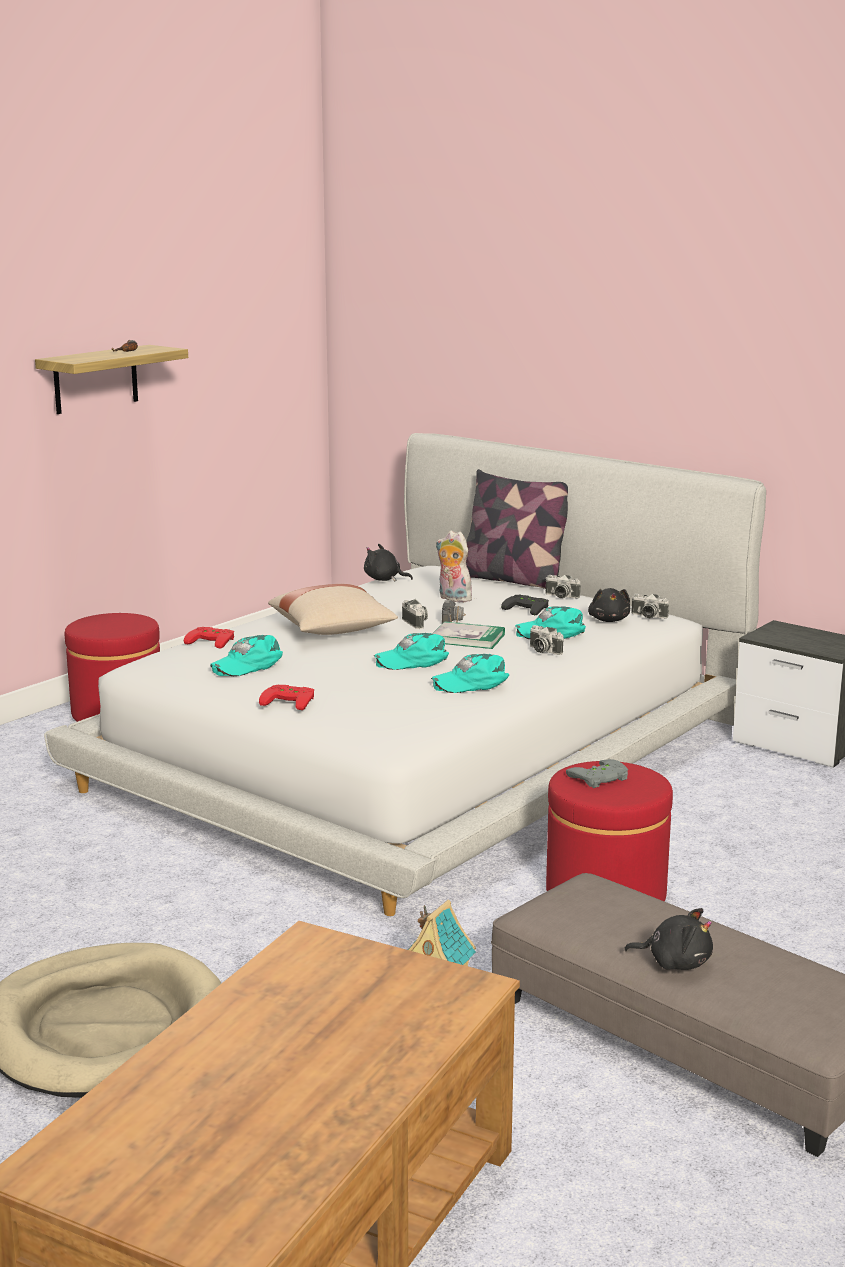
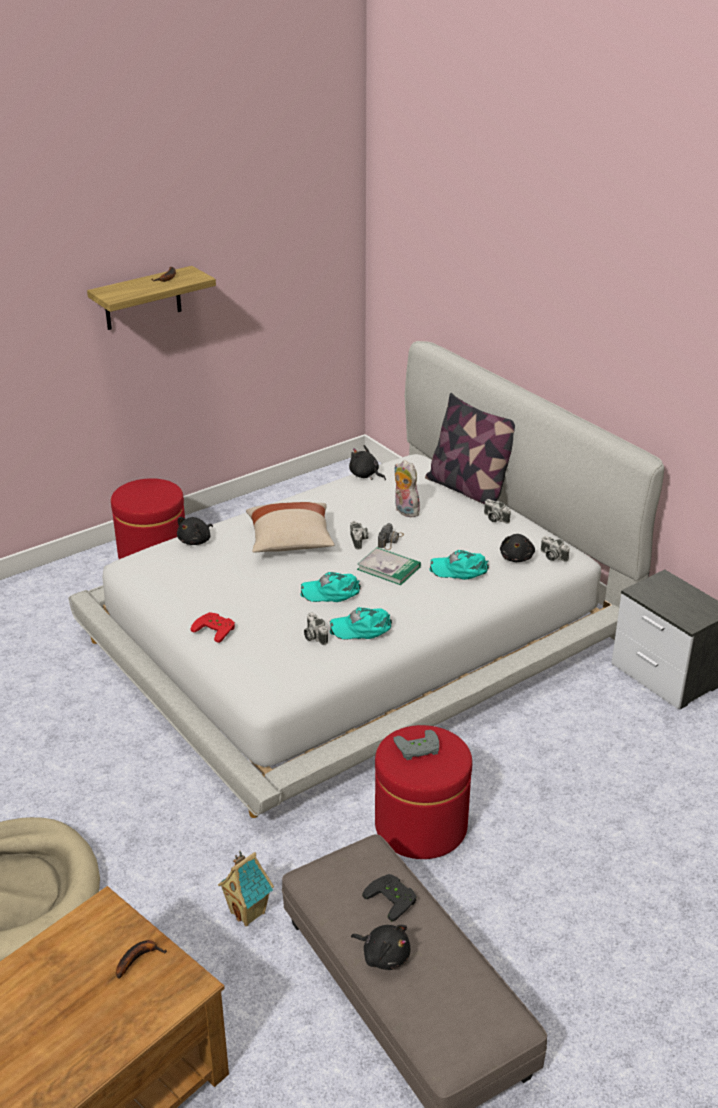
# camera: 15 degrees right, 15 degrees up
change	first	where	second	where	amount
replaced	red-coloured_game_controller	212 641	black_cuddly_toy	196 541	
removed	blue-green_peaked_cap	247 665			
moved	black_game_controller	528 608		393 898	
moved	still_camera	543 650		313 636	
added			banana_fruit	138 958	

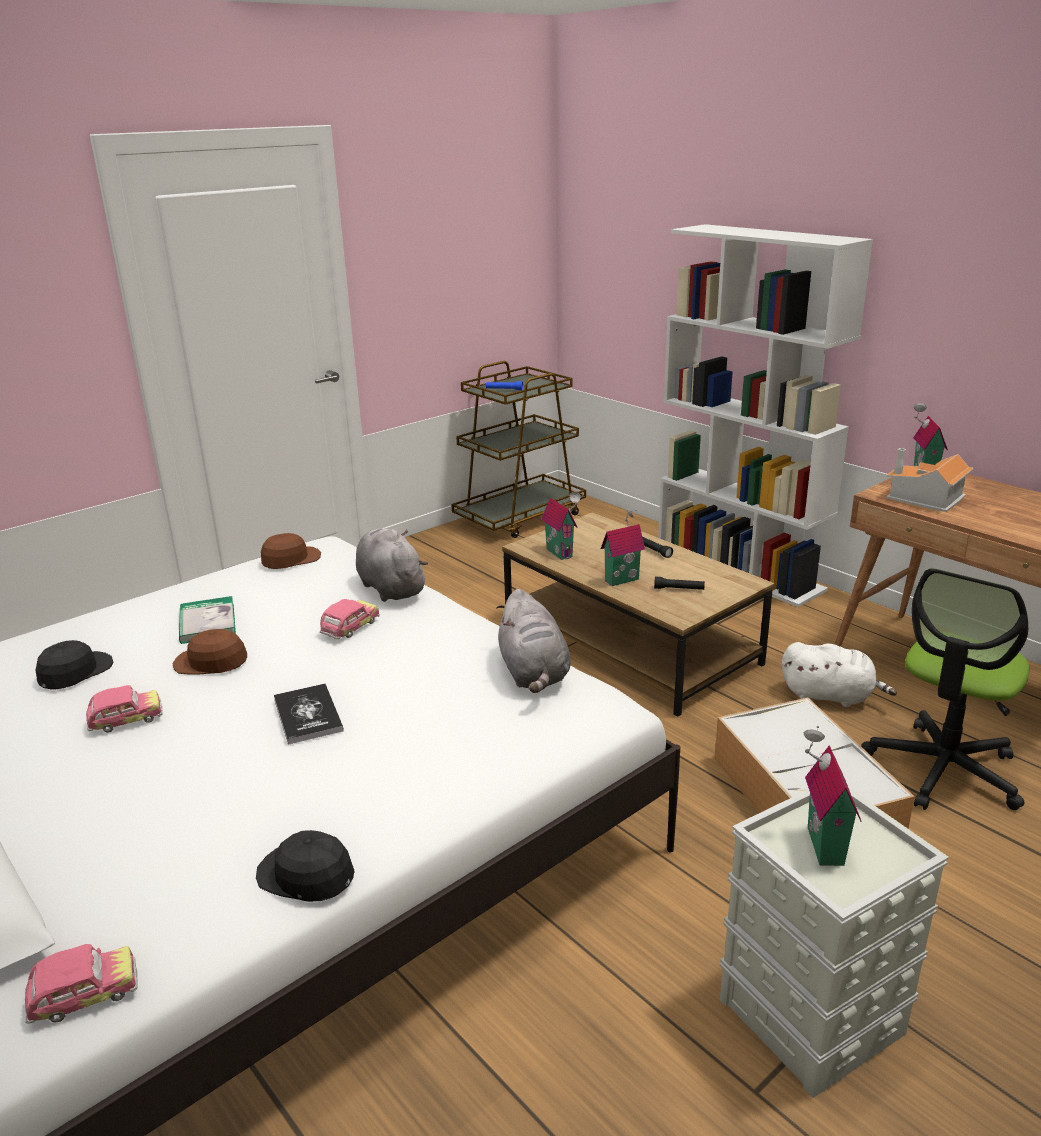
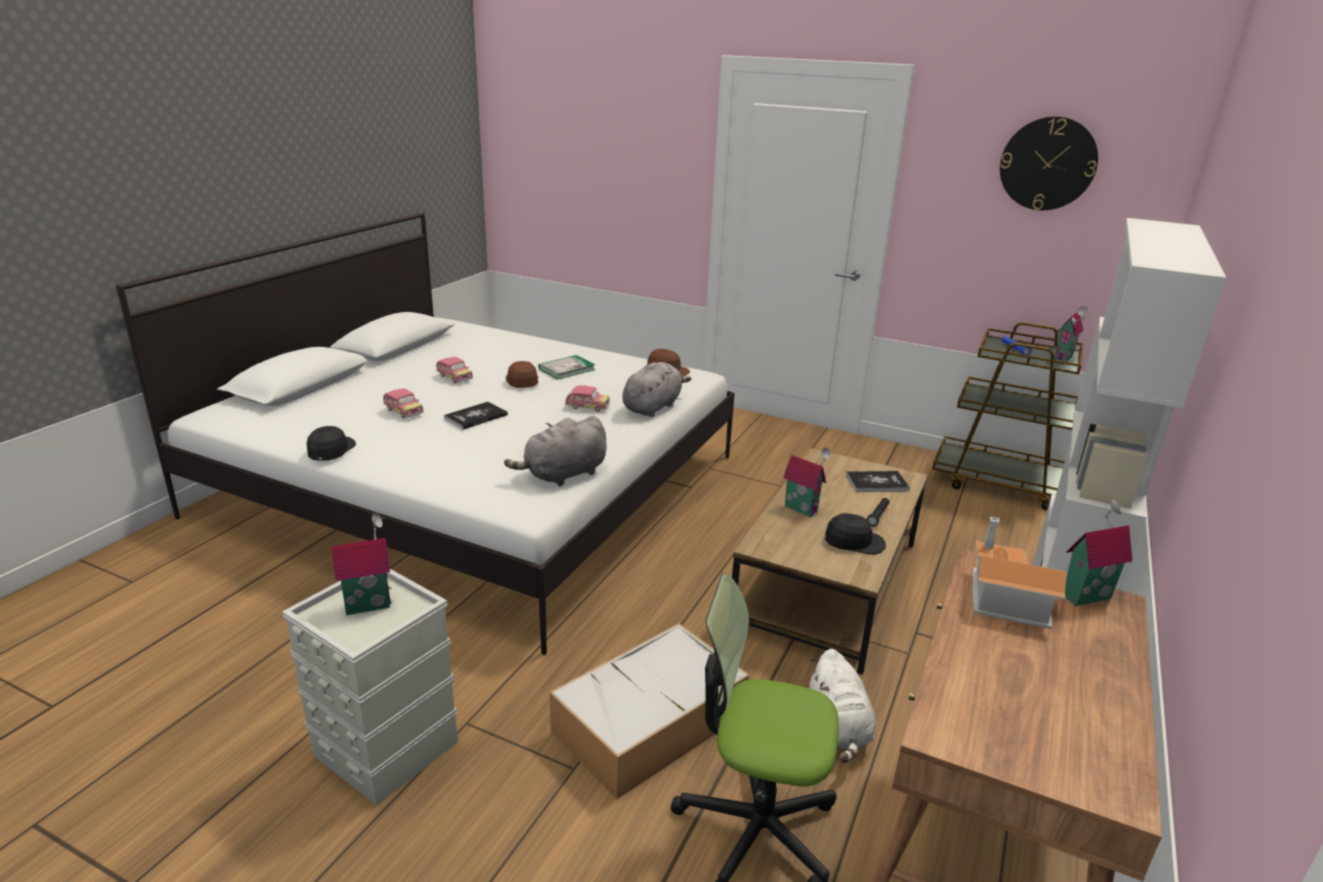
# camera: 65 degrees right, 0 degrees up
change	first	where	second	where	amount
moved	model_car	84 996		403 411	
moved	black_peaked_cap	75 672		854 542	
moved	miniature_house	561 552		1065 358	
removed	black_hand_torch	679 589			
added			bound_book	877 483	
added			wall_clock	1048 164	

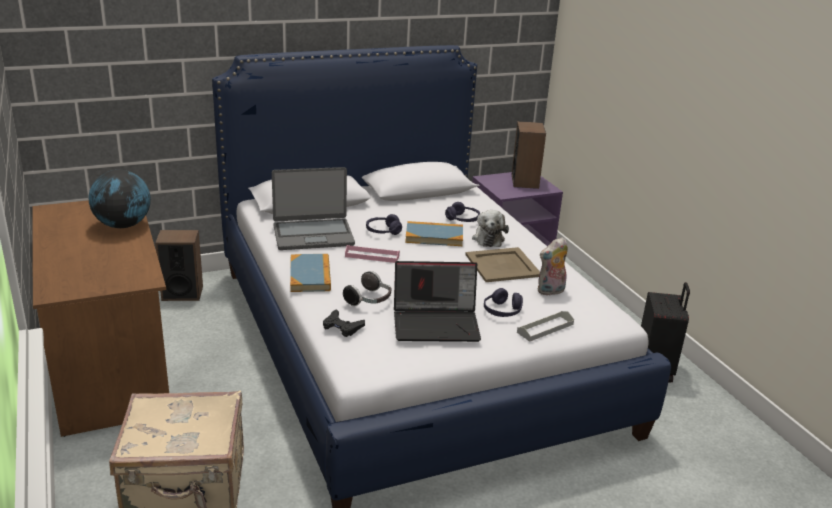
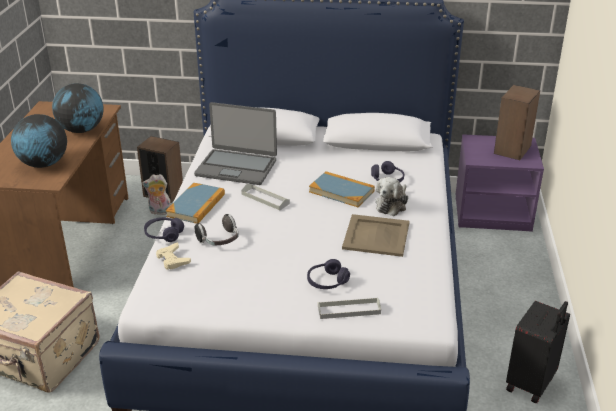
# camera: 30 degrees right, 5 degrees up
change	first	where	second	where	amount
recoloured	black_game_controller	342 327	beige-coloured_game_controller	172 259	
recoloured	pink-coloured_tray	372 256	grey_tray	265 199	
moved	purple_pair_of_headphones	383 231		164 234	
removed	notebook_computer	437 323			
moved	cuddly_toy	551 291		159 212	
added			world_globe	43 164	

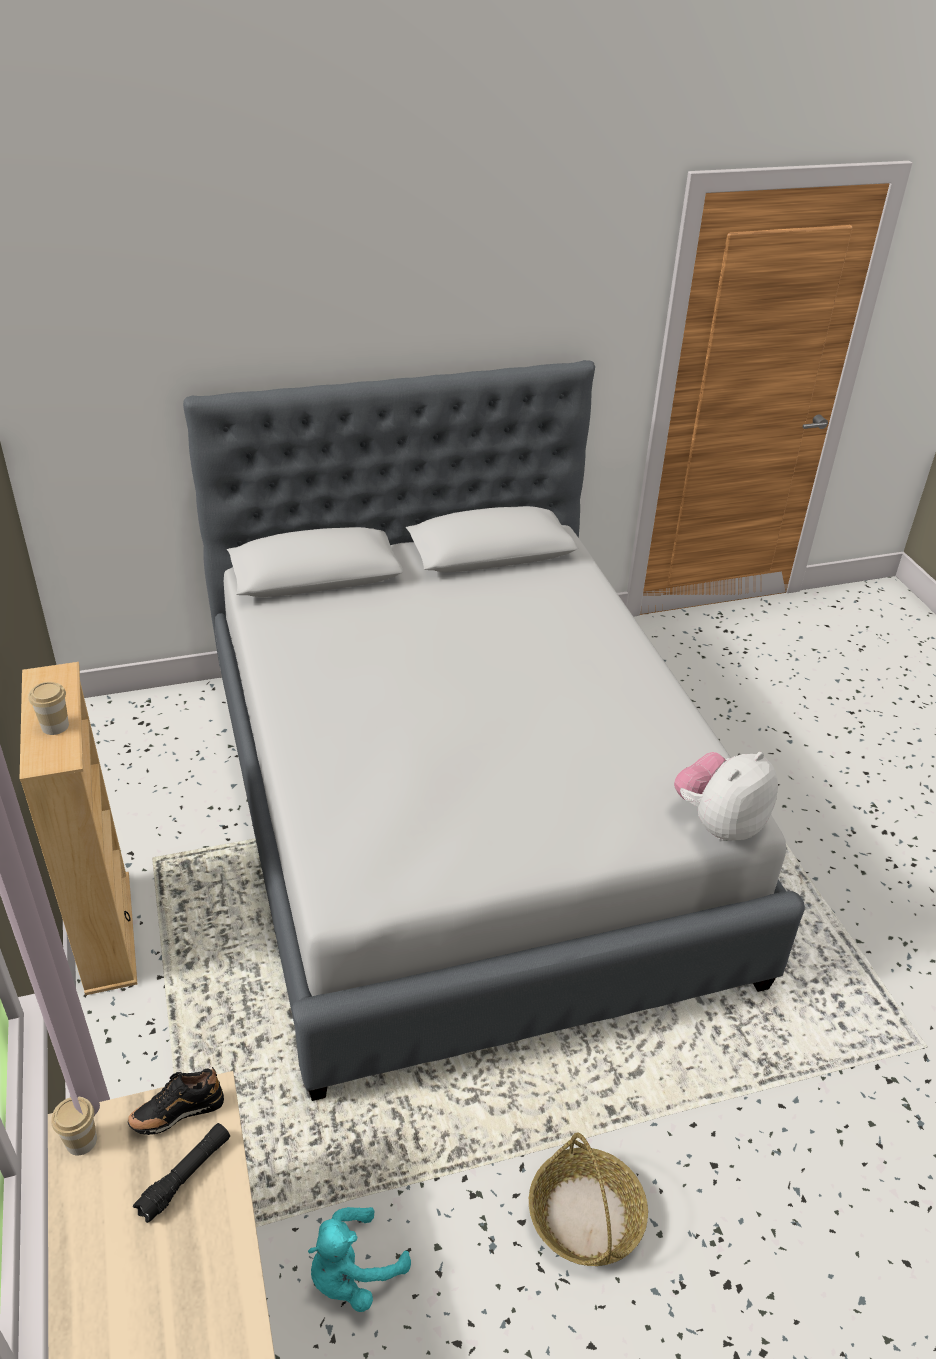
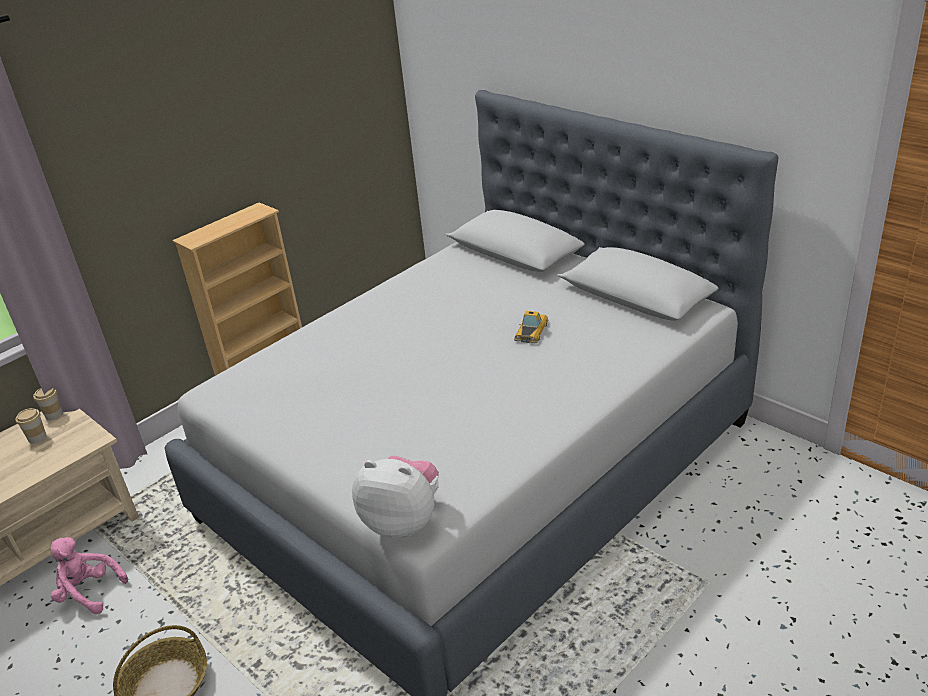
# camera: 65 degrees right, 5 degrees down
change	first	where	second	where	amount
moved	cup	55 726		37 438	
removed	black_item_of_footwear	177 1113			
removed	black_hand_torch	185 1176			
recoloured	blue-green_cuddly_toy	352 1273	pink-coloured_cuddly_toy	89 592	
added			model_car	532 331	

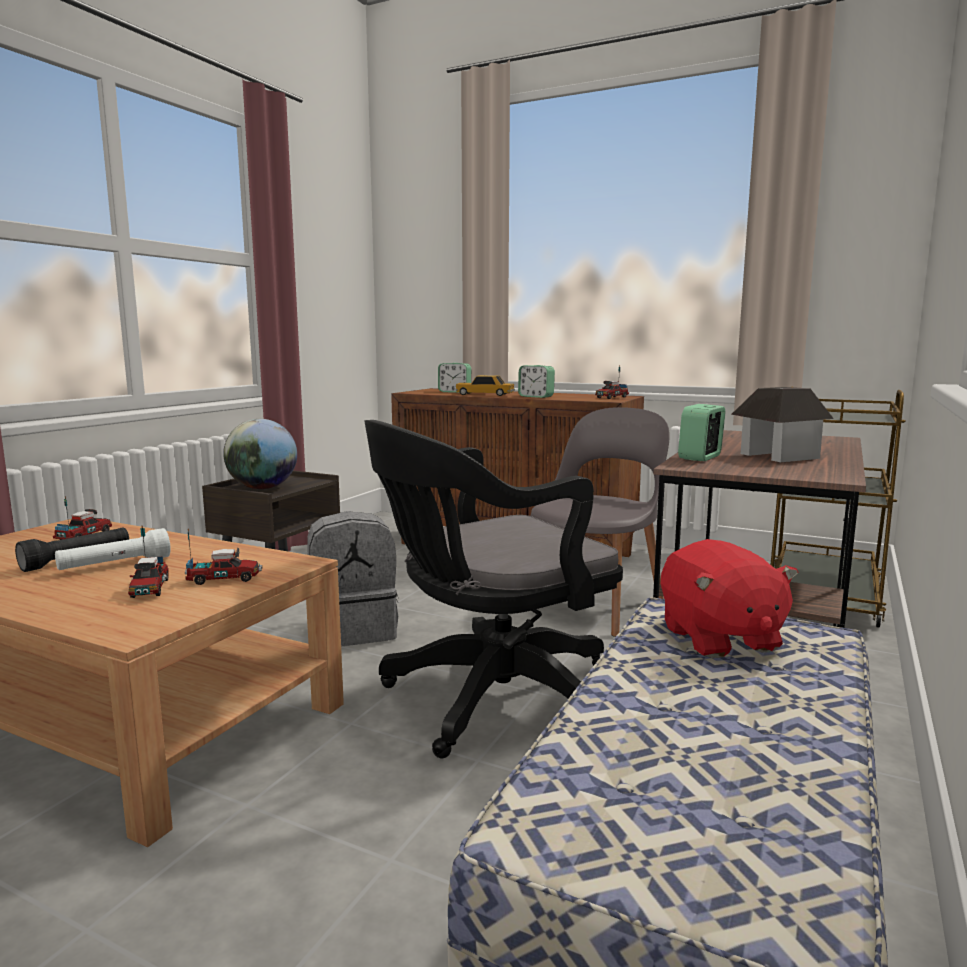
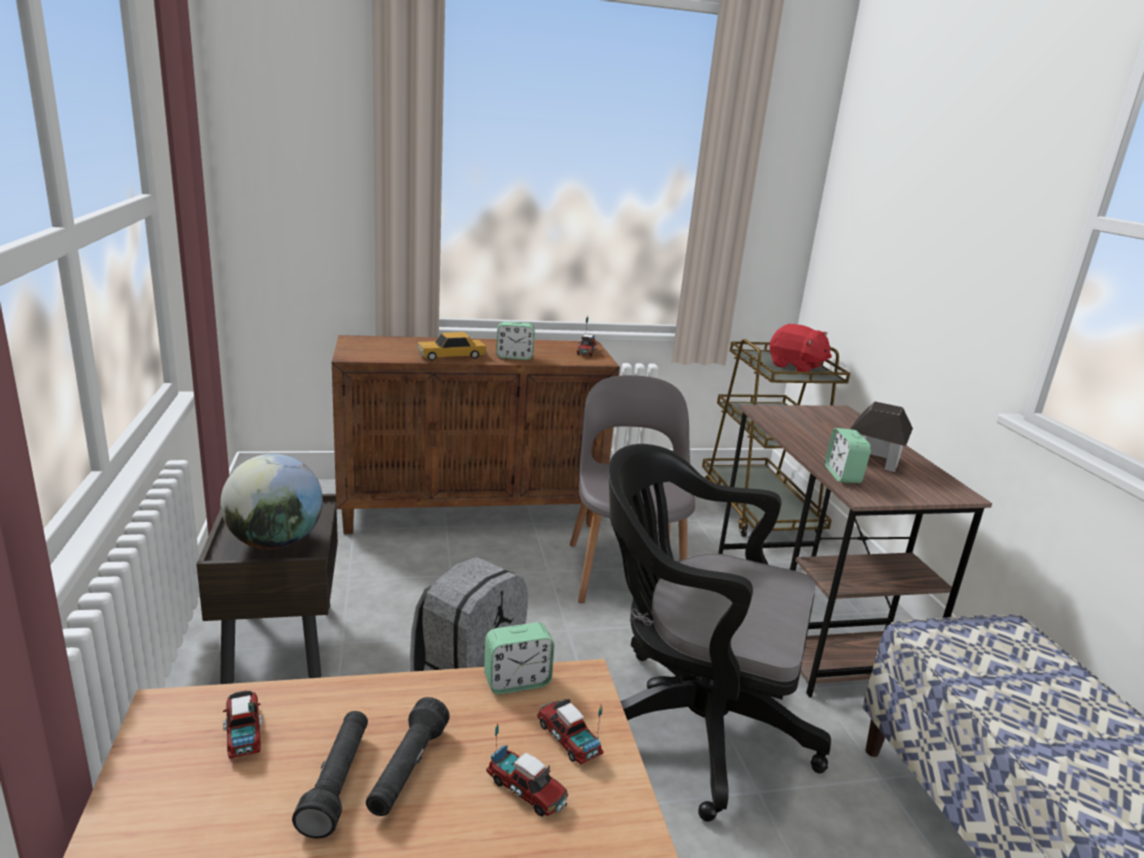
# camera: 40 degrees left, 10 degrees up
change	first	where	second	where	amount
recoloured	whitish_hand_torch	115 565	black_hand_torch	407 770	
turned	model_truck	224 579		567 738	75 degrees counterclockwise
turned	black_office_chair	490 700		689 722	90 degrees clockwise
moved	alarm_clock	454 392		517 681	
moved	red-coloured_cuddly_toy	719 638		795 366	

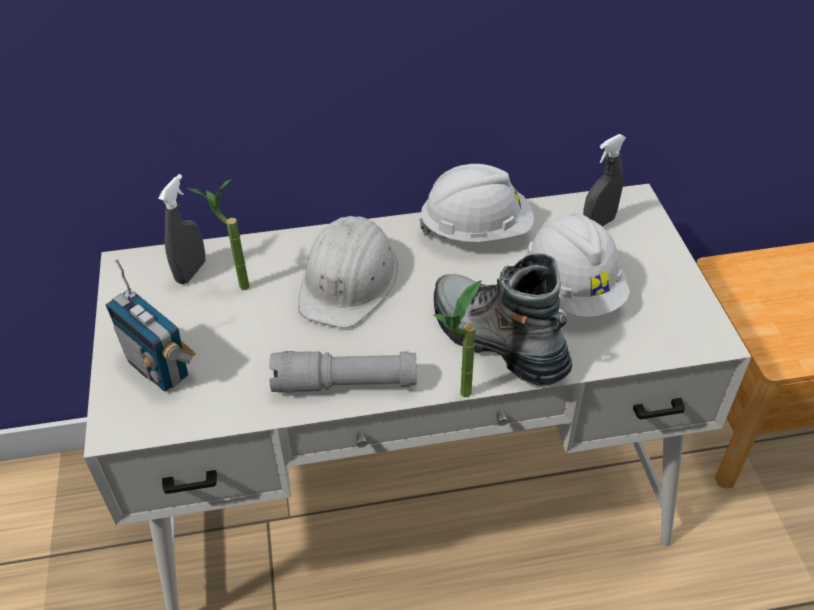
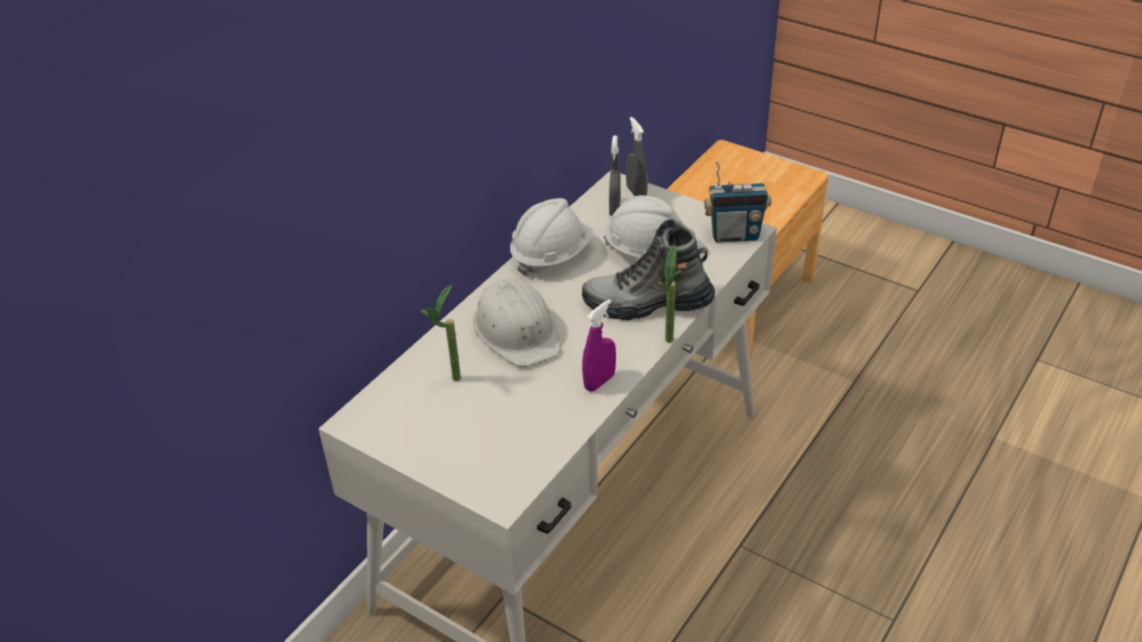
# camera: 45 degrees left, 5 degrees down
change	first	where	second	where	amount
moved	radio_set	160 368		734 235	
moved	grey_sprayer	191 271		636 193	
replaced	grey_hand_torch	345 383	purple_sprayer	599 382	

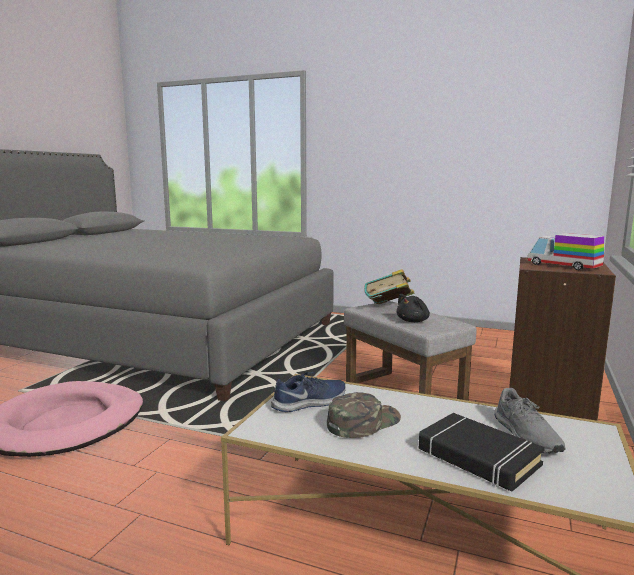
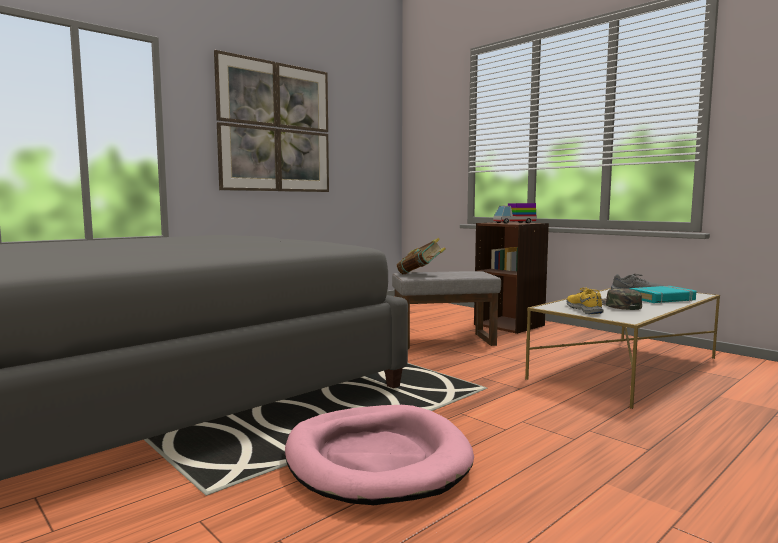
# camera: 65 degrees left, 5 degrees down
change	first	where	second	where	amount
recoloured	blue_item_of_footwear	310 402	yellow-coloured_item_of_footwear	584 309	
removed	black_cuddly_toy	413 321			
recoloured	black_bound_book	477 457	blue-green_bound_book	662 299	
added			wall_art	275 127	

